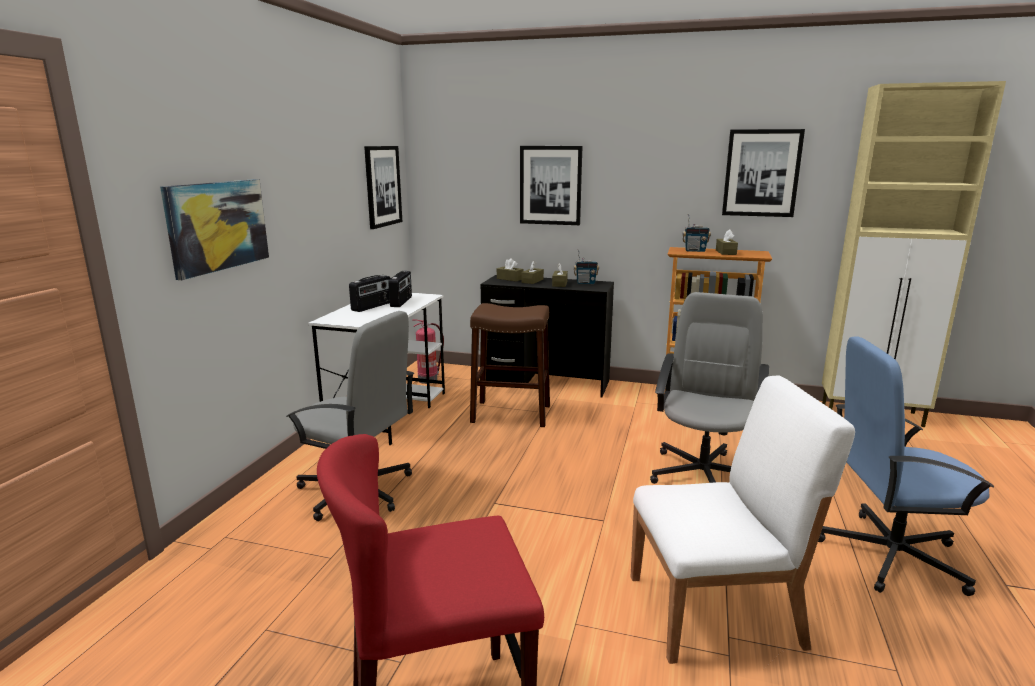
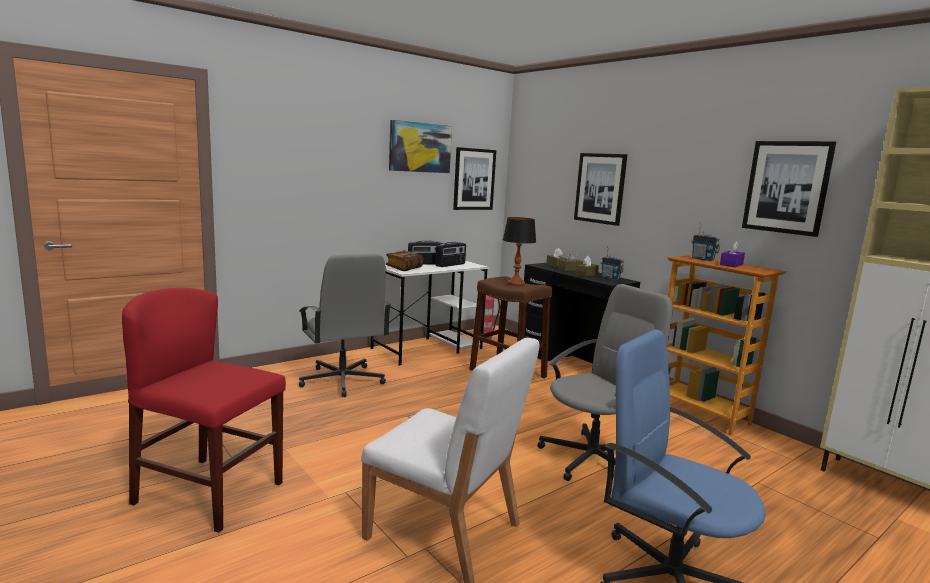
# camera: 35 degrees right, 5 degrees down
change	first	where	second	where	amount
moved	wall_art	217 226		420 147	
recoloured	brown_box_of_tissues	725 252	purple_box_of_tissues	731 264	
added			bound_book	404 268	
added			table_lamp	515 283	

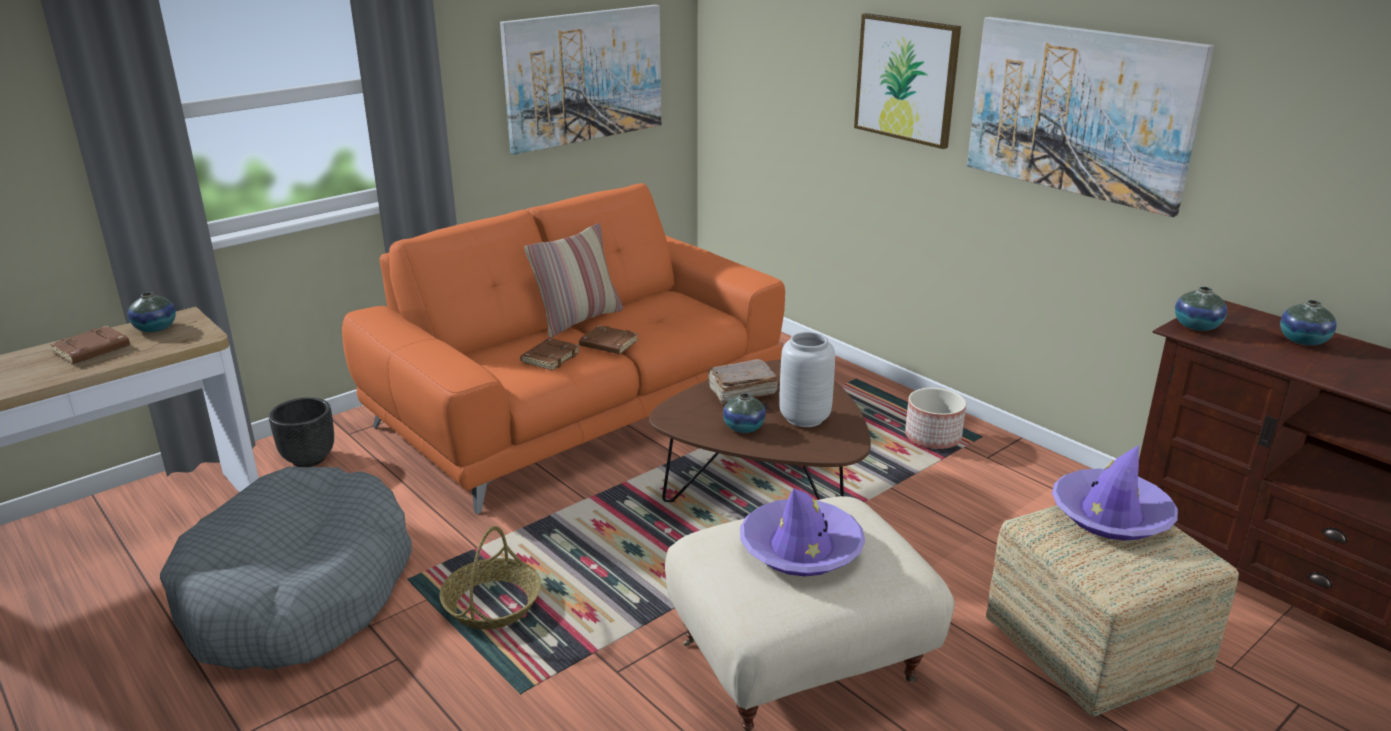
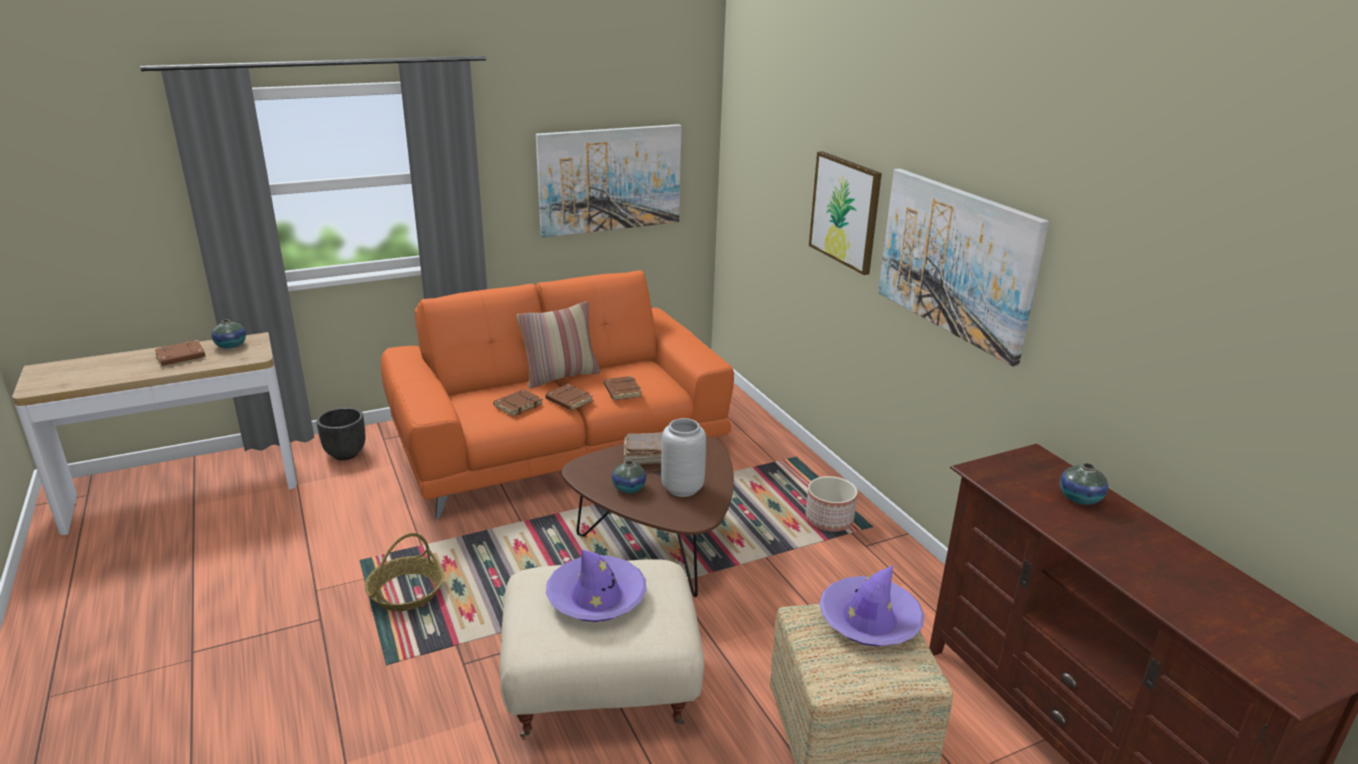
# camera: 15 degrees right, 0 degrees up
change	first	where	second	where	amount
removed	grey_pet_bed	298 593			
removed	flower_vase	1196 326			
added			brown_bound_book	621 391	

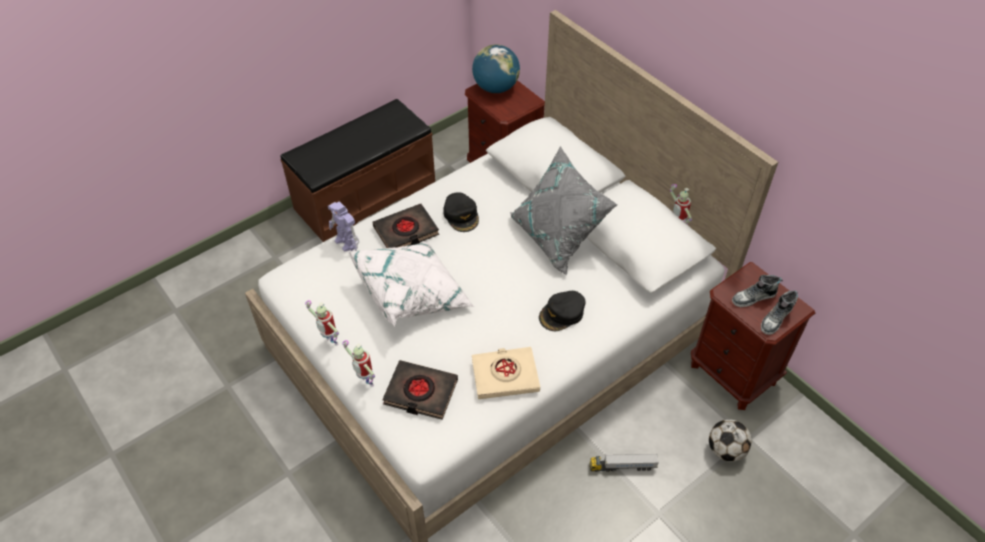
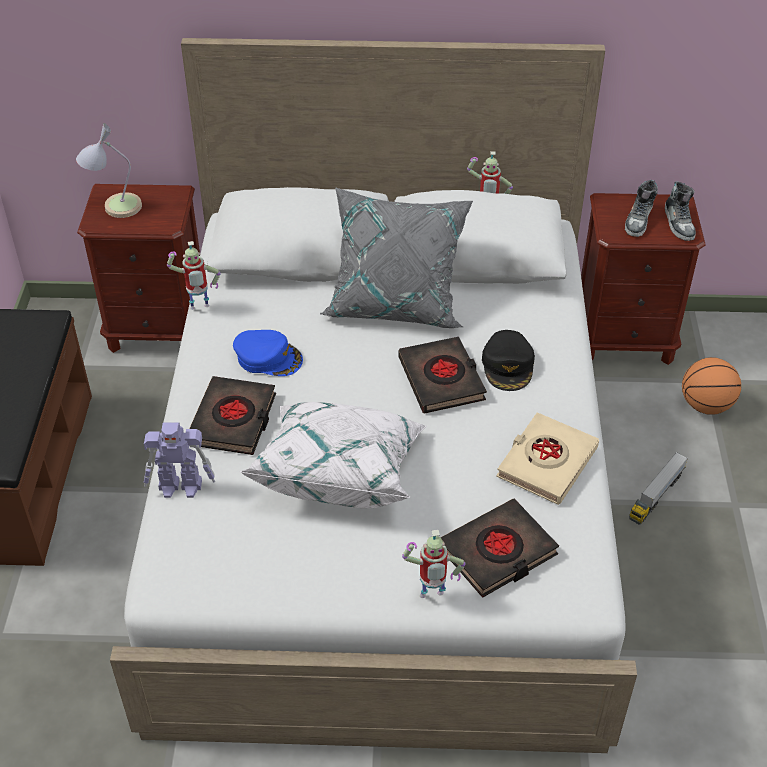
# camera: 50 degrees left, 5 degrees down
change	first	where	second	where	amount
moved	model_robot	330 342		199 309	
recoloured	black_peaked_cap	461 215	blue_peaked_cap	268 357	
replaced	world_globe	496 88	table_lamp	114 207	
replaced	football	725 450	basketball_ball	706 405	
added			black_bound_book	442 379	

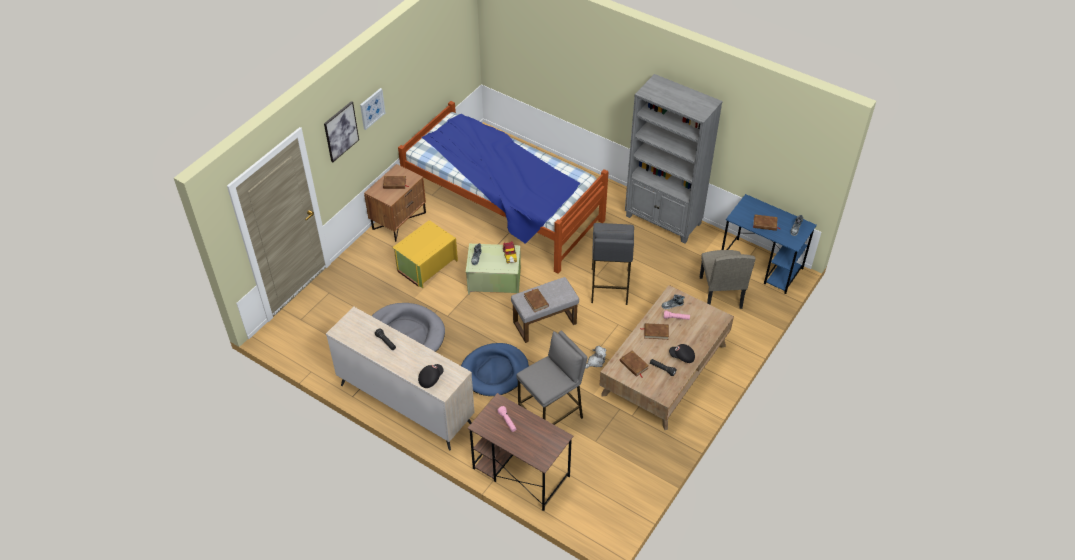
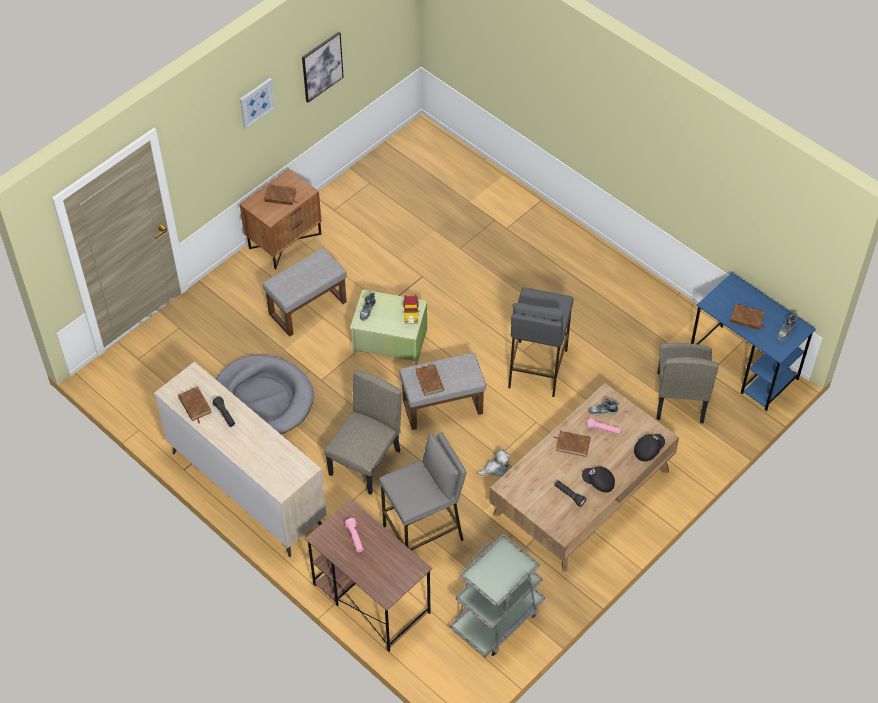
# camera: 10 degrees right, 5 degrees up
change	first	where	second	where	amount
moved	wall_art	341 131		322 66	
replaced	yellow-coloured_storage_box	426 265	grey_pouffe	308 307	
removed	bedroom_bed	503 209			
moved	black_peaked_cap	430 378		648 449	
replaced	blue_pet_bed	494 371	beige-coloured_upright_chair	365 463	
moved	brown_bound_book	634 365		195 405	
removed	grey_bookshelf	663 220			
added			grey_cart	497 618	

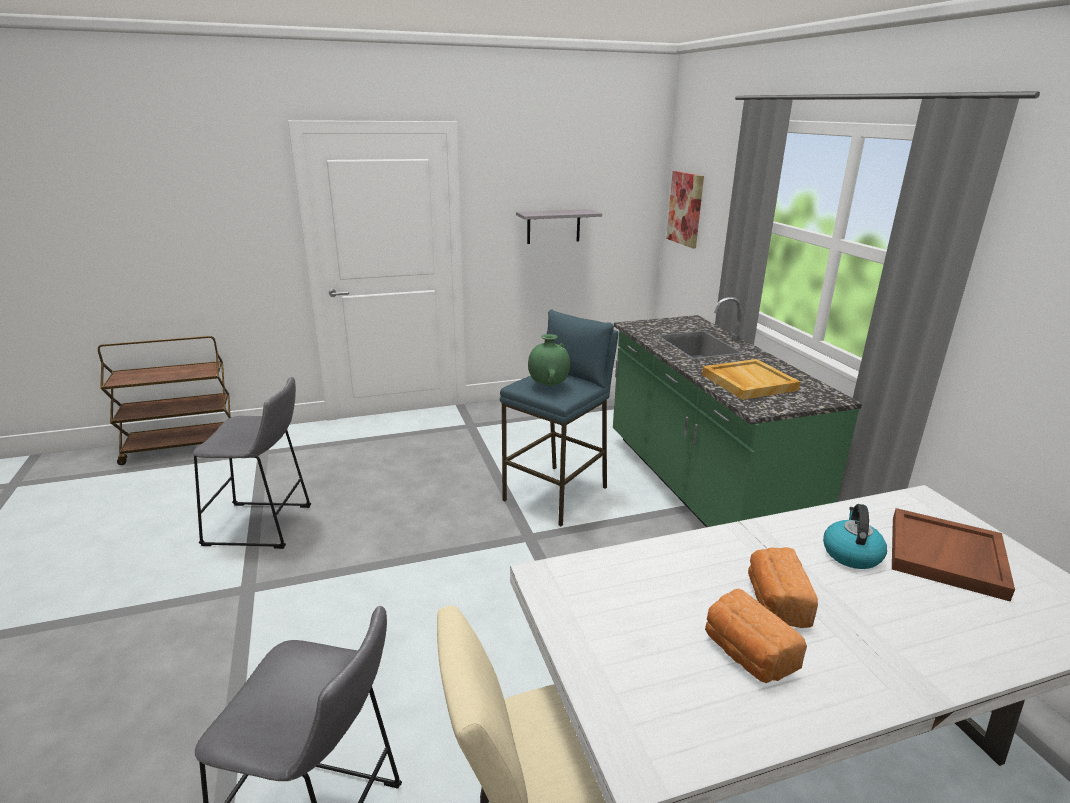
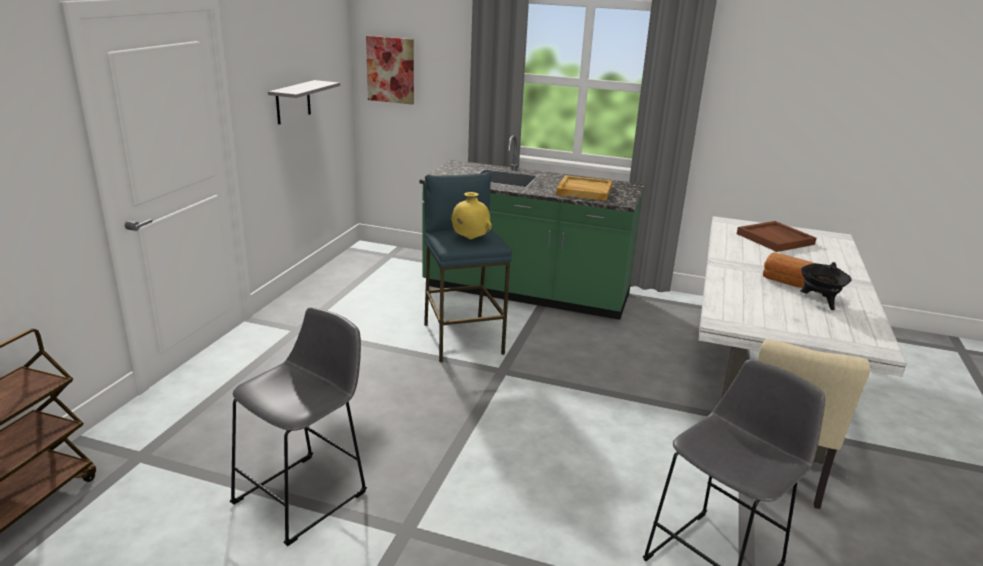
# camera: 55 degrees left, 0 degrees up
change	first	where	second	where	amount
recoloured	greenish_flower_vase	548 386	yellow-coloured_flower_vase	470 239	
replaced	bread	746 654	black_cooking_pot	819 302	
removed	kettle	851 553			

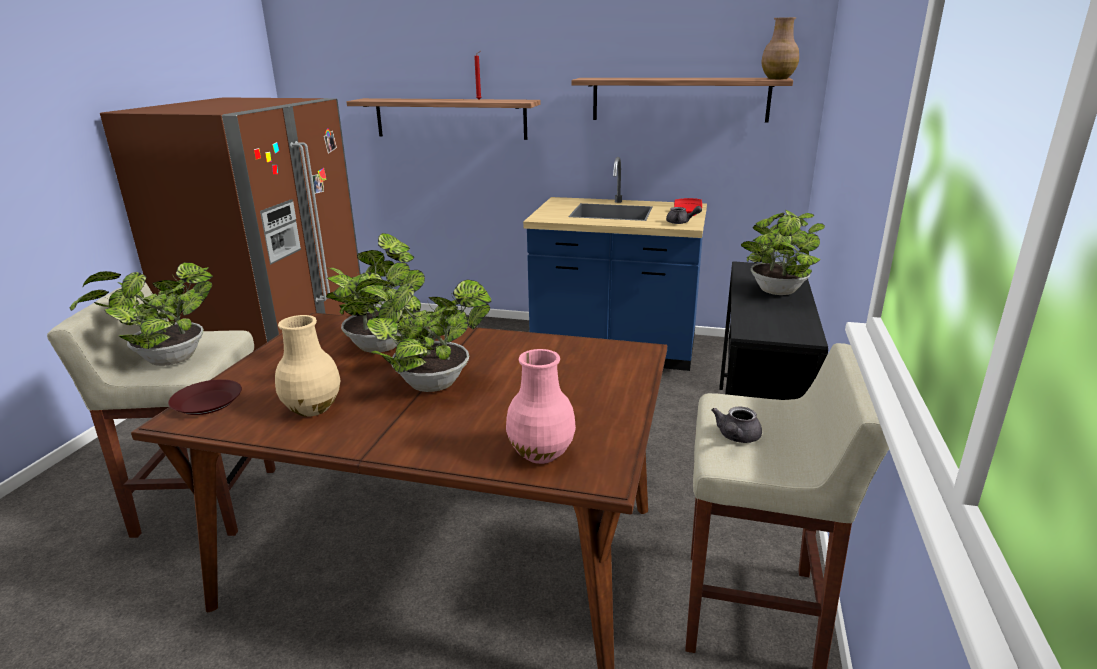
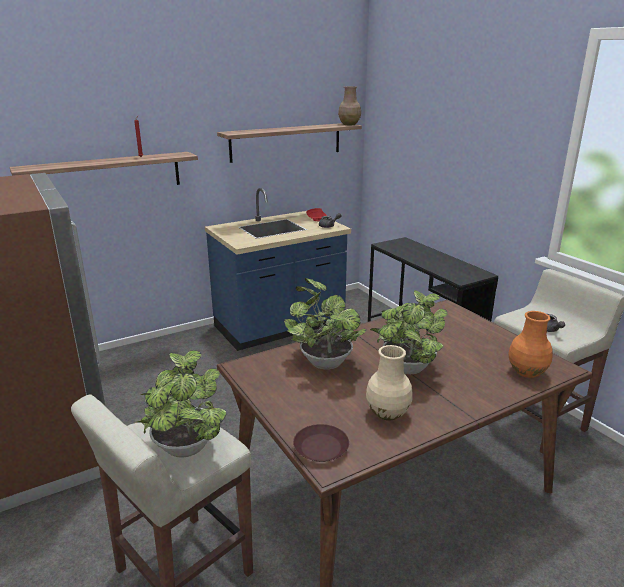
# camera: 45 degrees left, 0 degrees up
change	first	where	second	where	amount
recoloured	pink-coloured_flower_vase	542 454	orange-coloured_flower_vase	527 372	
removed	houseplant	776 292			

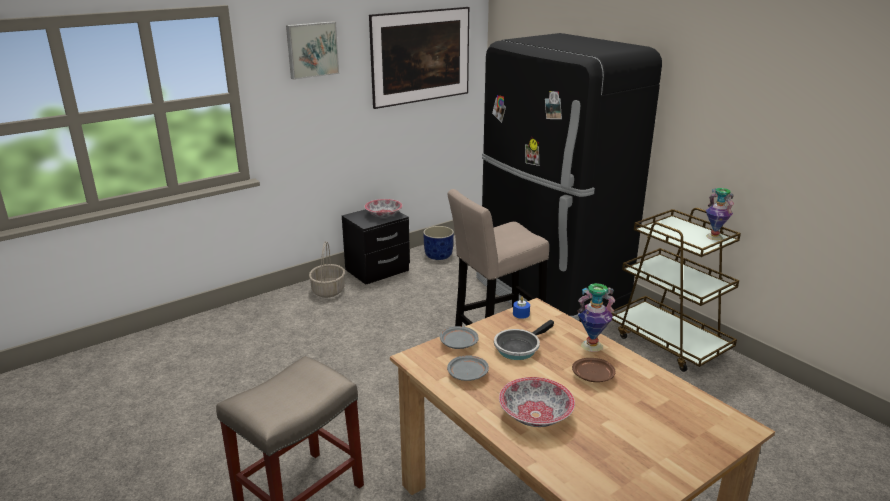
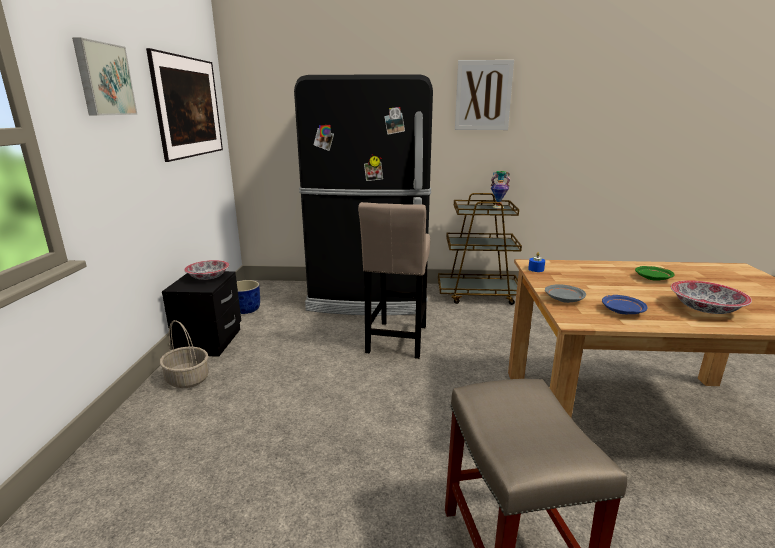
# camera: 50 degrees left, 5 degrees down
change	first	where	second	where	amount
recoloured	grey_dinner_plate	468 374	blue_dinner_plate	622 311	
removed	pan	519 347			
recoloured	brown_dinner_plate	593 376	greenish_dinner_plate	653 278	
removed	flower_vase	591 346			
added			wall_art	483 95	

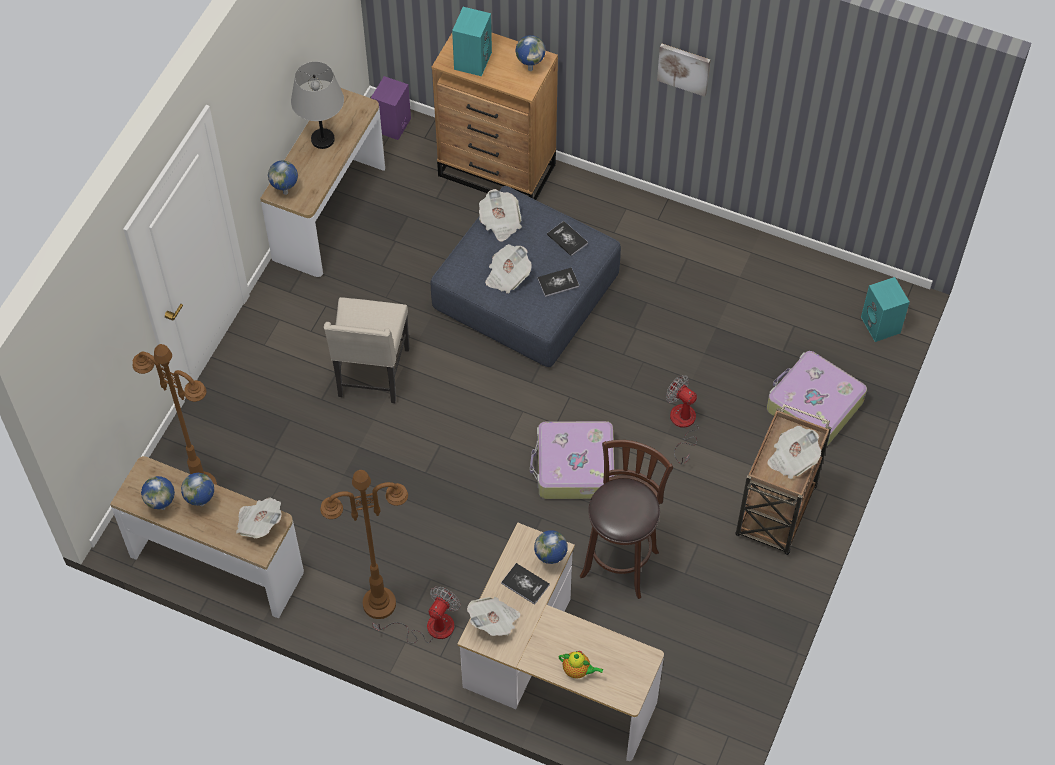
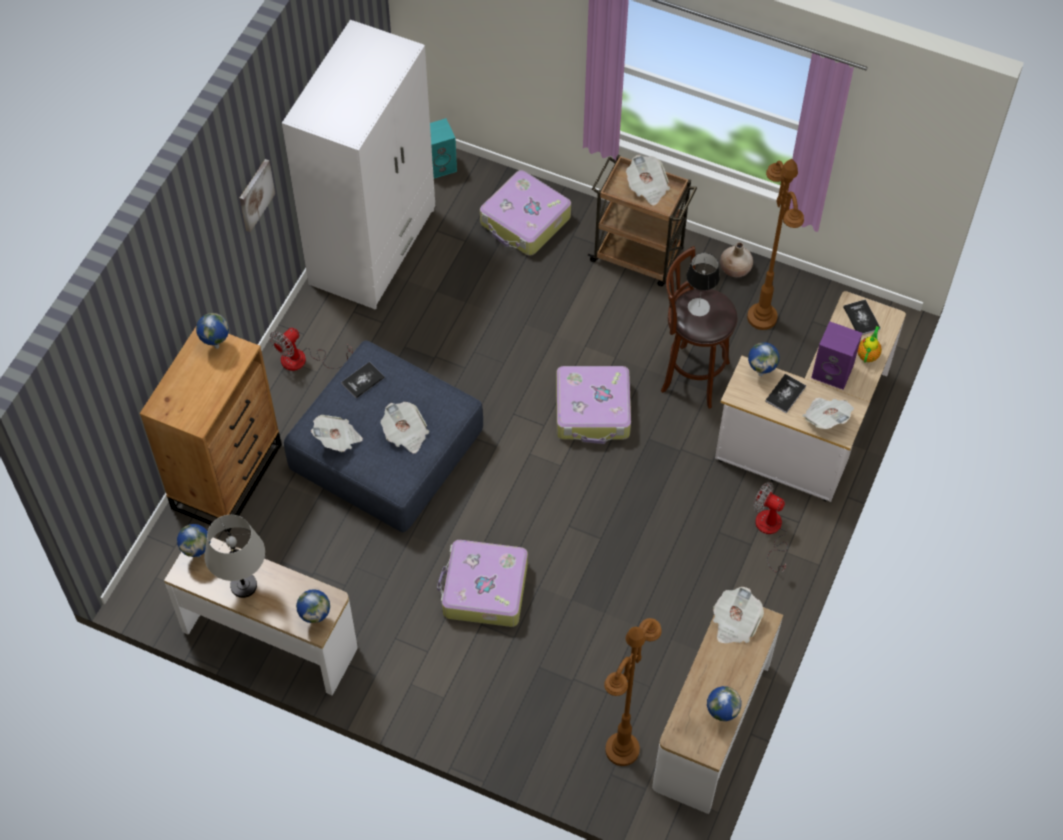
# camera: 90 degrees left, 0 degrees up
change	first	where	second	where	amount
moved	world_globe	202 504		198 554	
moved	brown_standard_lamp	379 604		762 317	
replaced	beige-coloured_upright_chair	372 374	suitcase	484 590	
moved	purple_audio_speaker	393 126		833 372	
removed	blue-green_audio_speaker	472 60			
moved	bound_book	558 282		861 318	
moved	cooling_fan	682 425		303 360	
added			whitish_armoire	374 247	
added			table_lamp	698 307	
added			beige-coloured_flower_vase	735 269	

